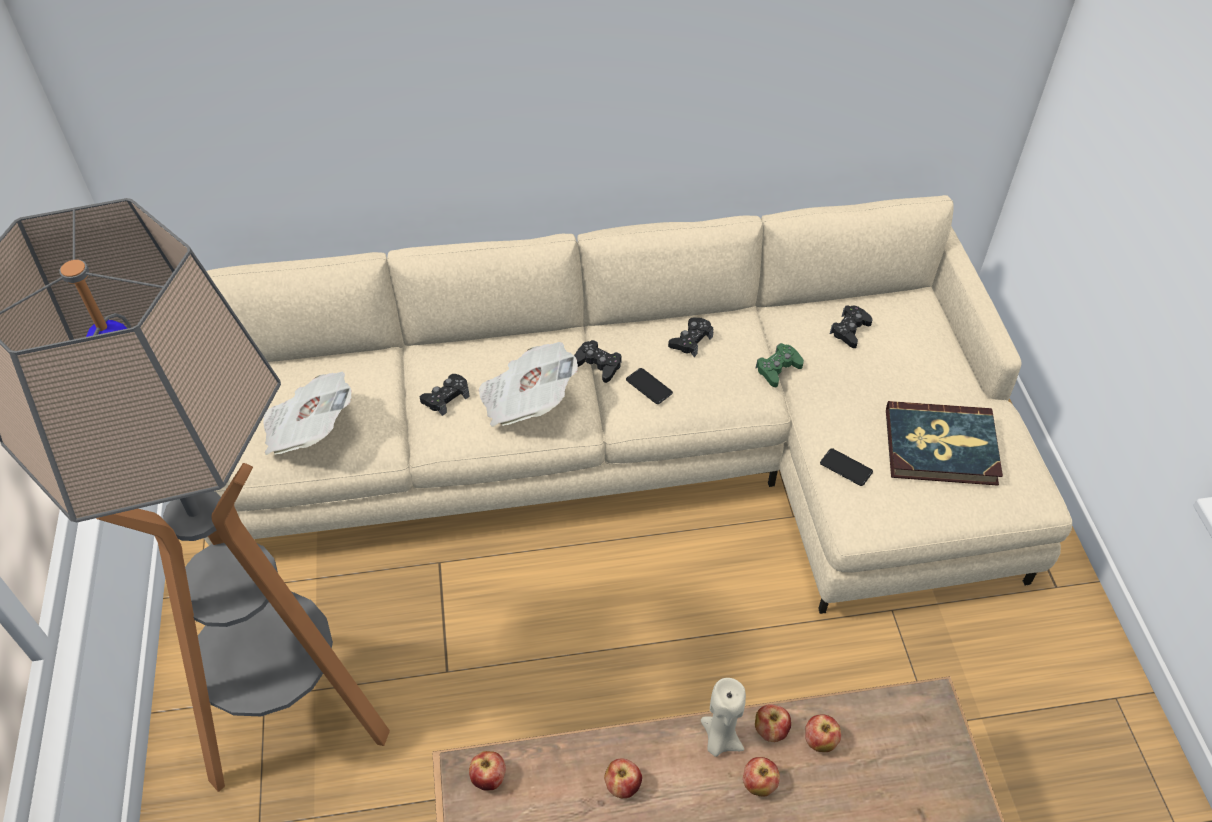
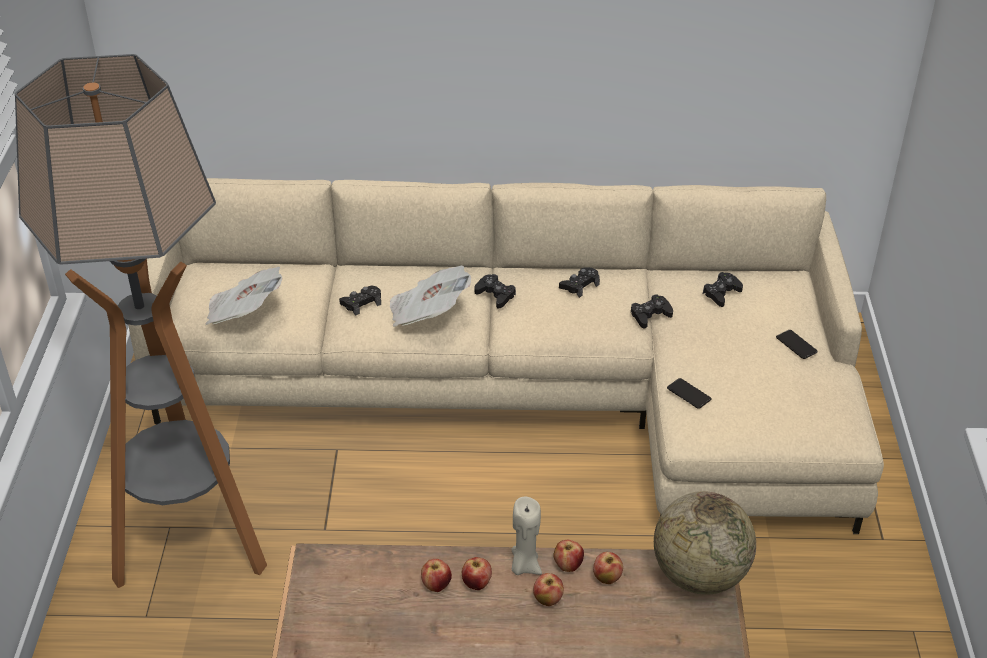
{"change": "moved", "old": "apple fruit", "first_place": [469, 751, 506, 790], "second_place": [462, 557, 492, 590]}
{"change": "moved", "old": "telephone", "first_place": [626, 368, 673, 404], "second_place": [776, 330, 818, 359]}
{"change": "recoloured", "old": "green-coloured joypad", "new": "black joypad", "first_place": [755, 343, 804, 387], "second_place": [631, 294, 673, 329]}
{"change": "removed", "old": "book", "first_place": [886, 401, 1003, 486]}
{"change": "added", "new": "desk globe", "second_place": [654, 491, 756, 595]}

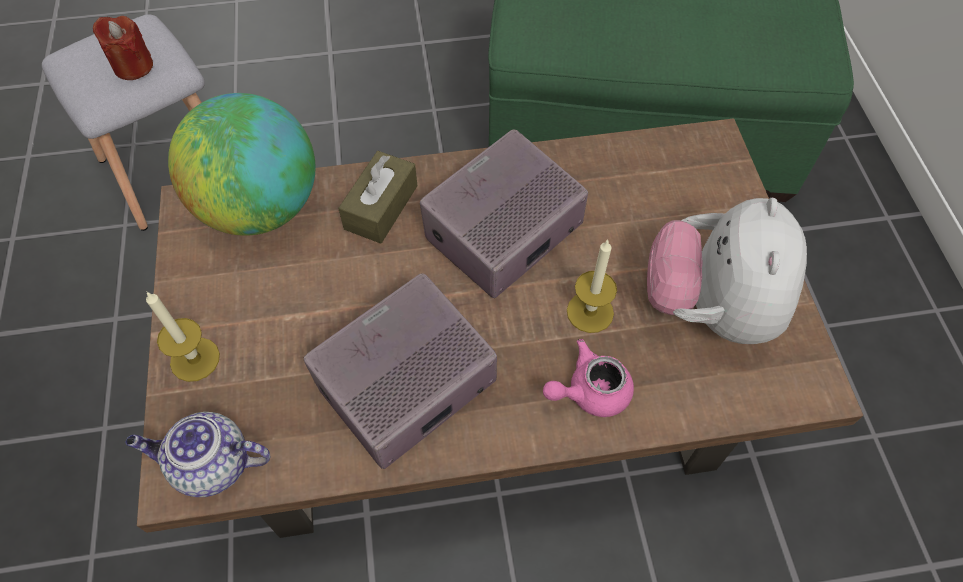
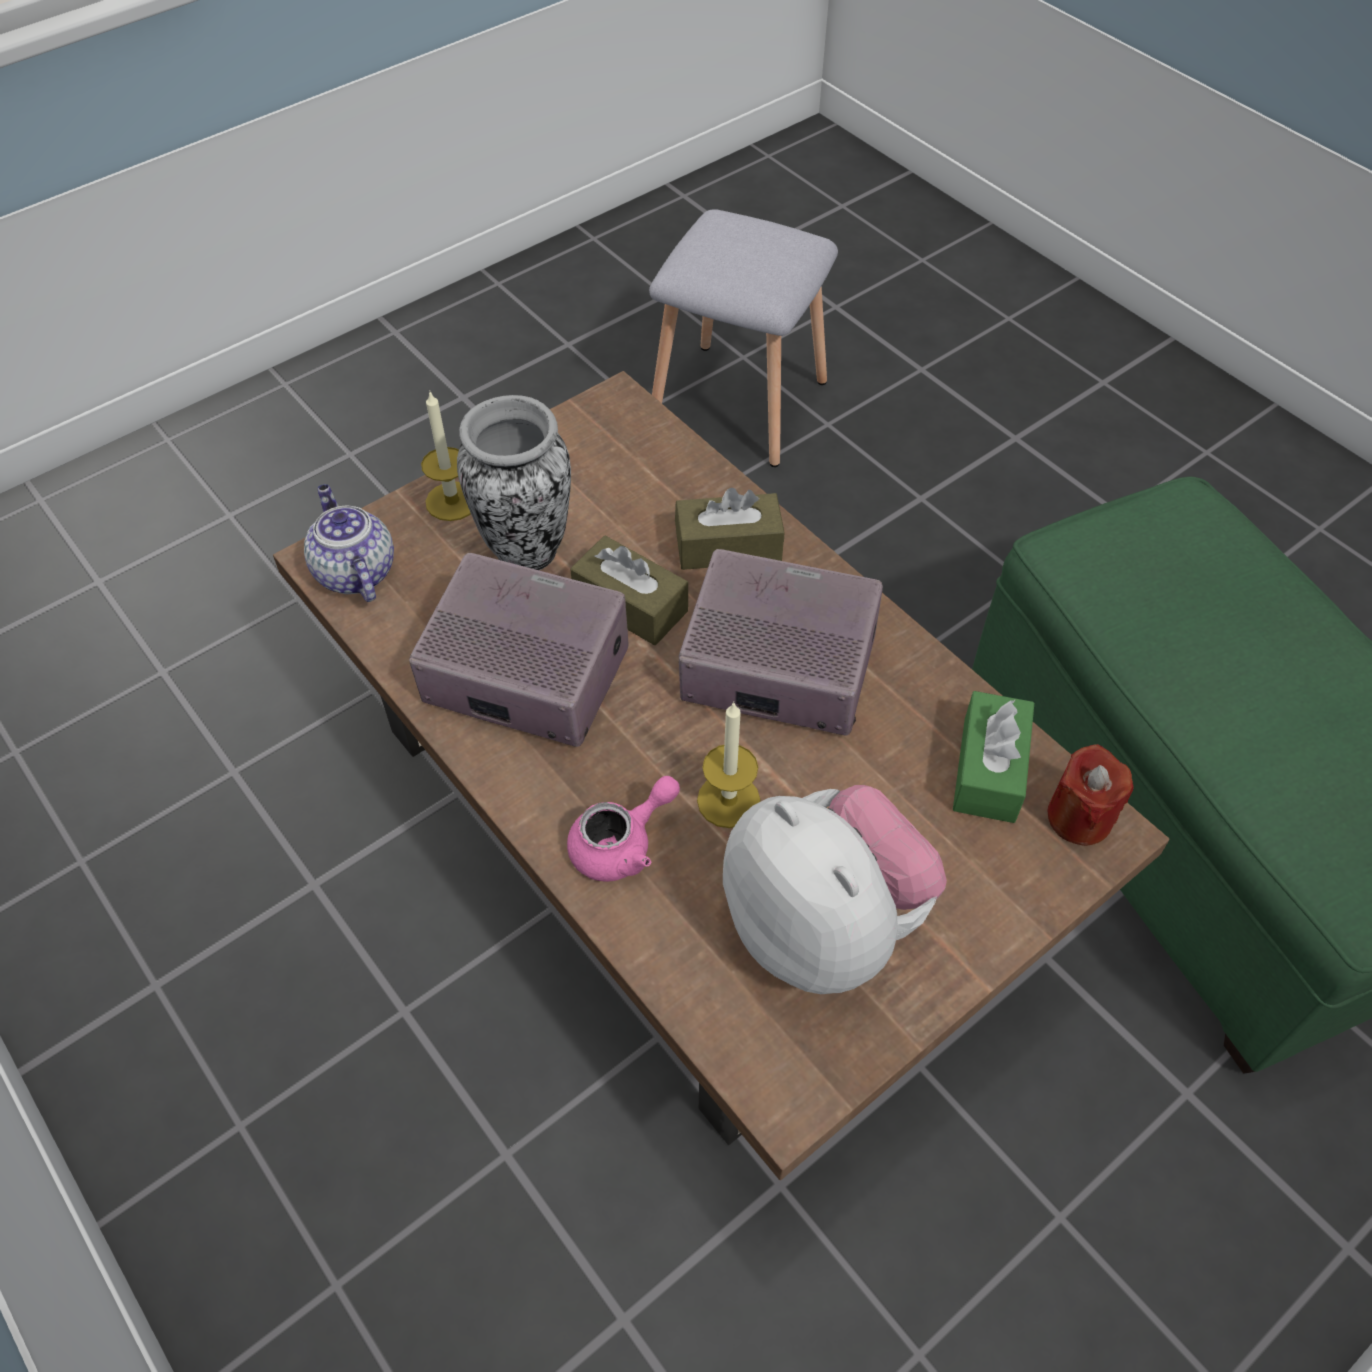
{"change": "moved", "old": "red wax candle", "first_place": [93, 16, 153, 80], "second_place": [1048, 744, 1134, 846]}
{"change": "removed", "old": "desk globe", "first_place": [168, 93, 315, 236]}
{"change": "turned", "old": "pinkish tea pot", "first_place": [543, 339, 634, 417], "second_place": [567, 776, 680, 882], "degrees": 105}
{"change": "turned", "old": "plush toy", "first_place": [647, 198, 807, 344], "second_place": [723, 785, 947, 994], "degrees": 75}
{"change": "added", "new": "flower vase", "second_place": [457, 395, 571, 570]}
{"change": "added", "new": "brownish box of tissues", "second_place": [570, 536, 688, 645]}
{"change": "added", "new": "green-coloured box of tissues", "second_place": [953, 691, 1034, 823]}

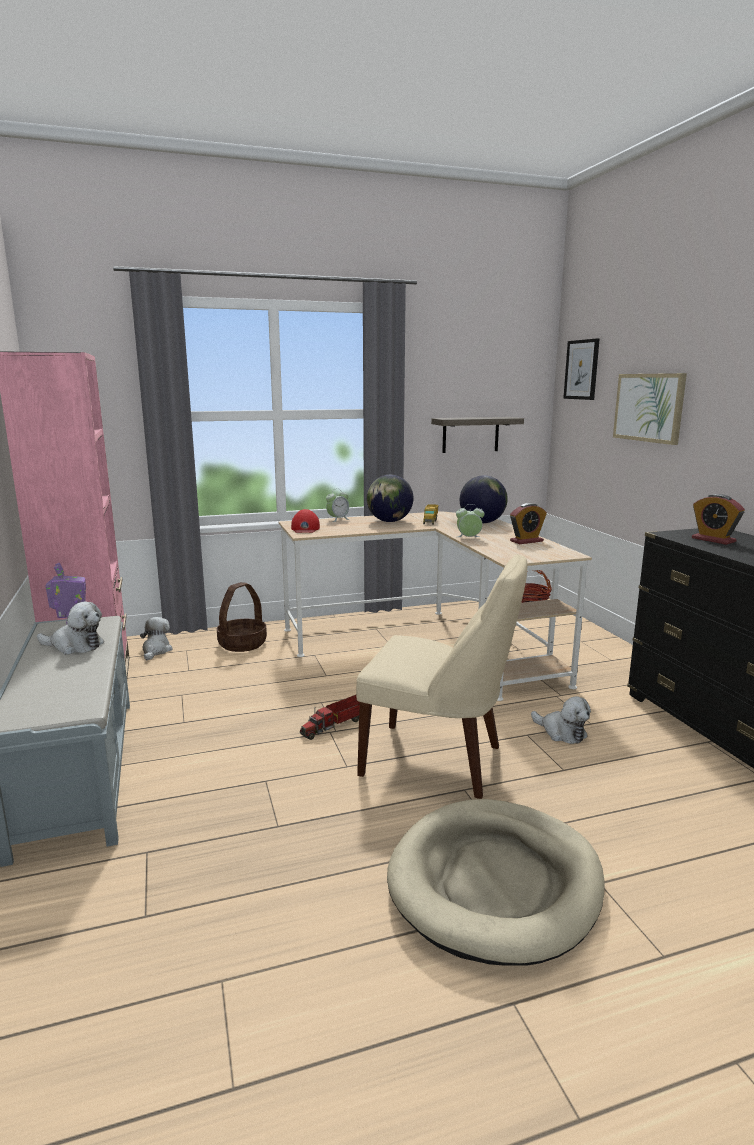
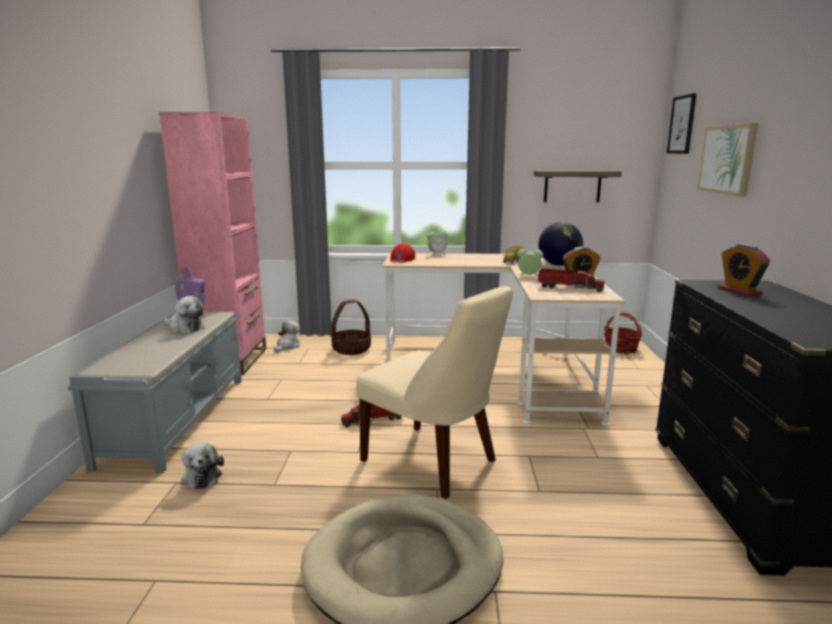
{"change": "removed", "old": "desk globe", "first_place": [367, 475, 414, 522]}
{"change": "moved", "old": "plush toy", "first_place": [531, 696, 591, 744], "second_place": [181, 443, 224, 490]}
{"change": "added", "new": "toy lorry", "second_place": [538, 268, 604, 292]}

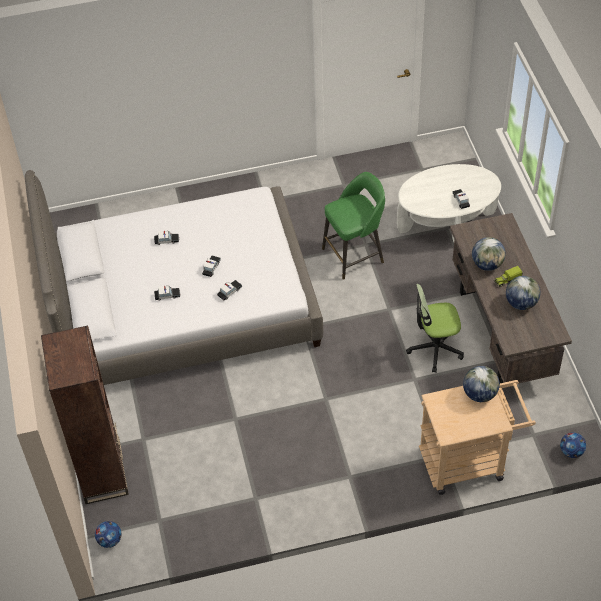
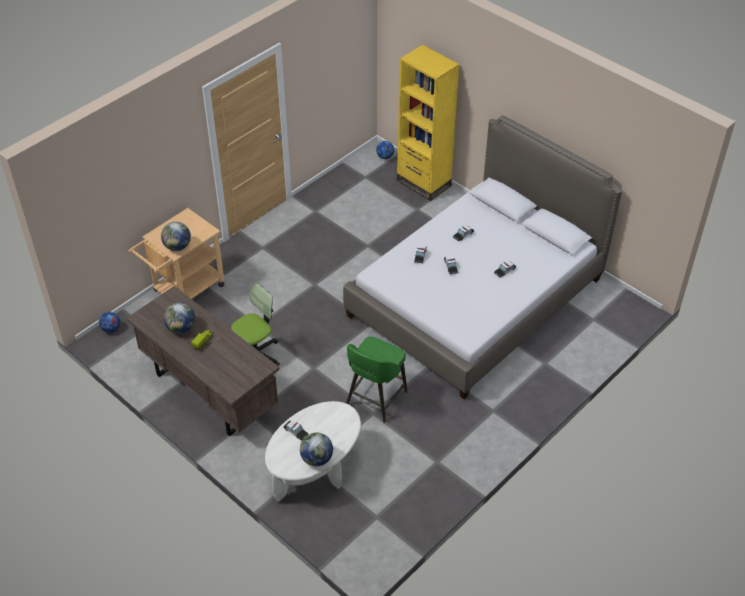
{"change": "recoloured", "old": "brownish bookcase", "new": "yellow bookcase", "first_place": [41, 326, 129, 504], "second_place": [397, 45, 459, 201]}
{"change": "moved", "old": "desk globe", "first_place": [472, 237, 506, 271], "second_place": [300, 433, 333, 466]}

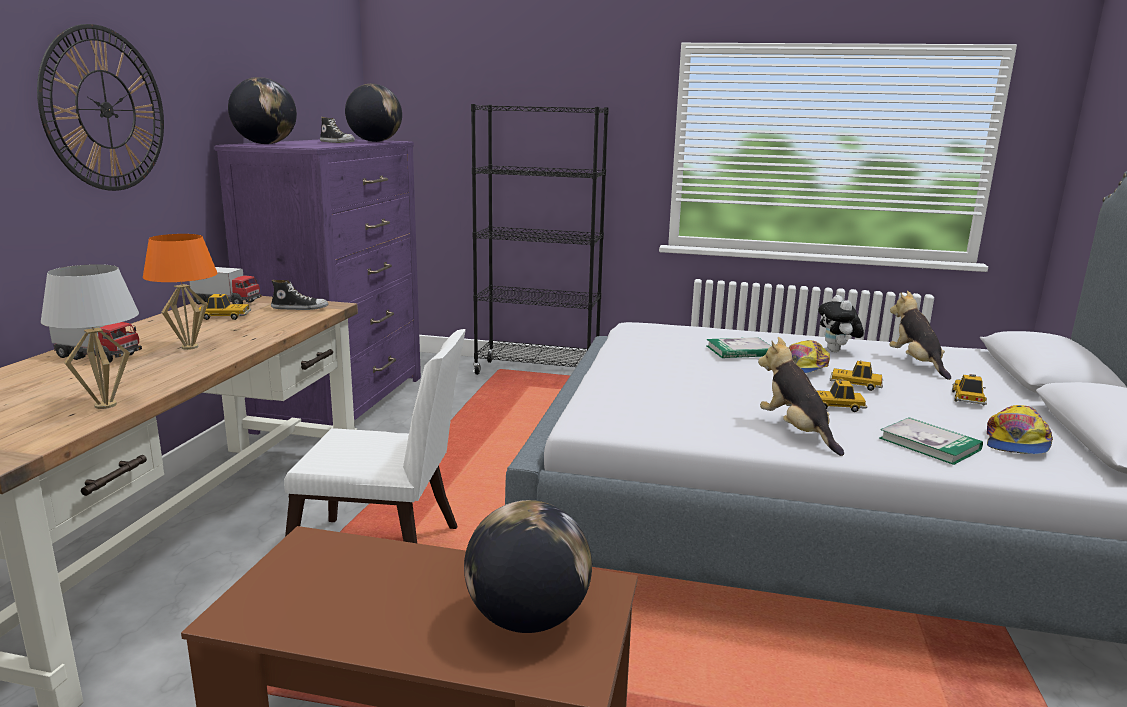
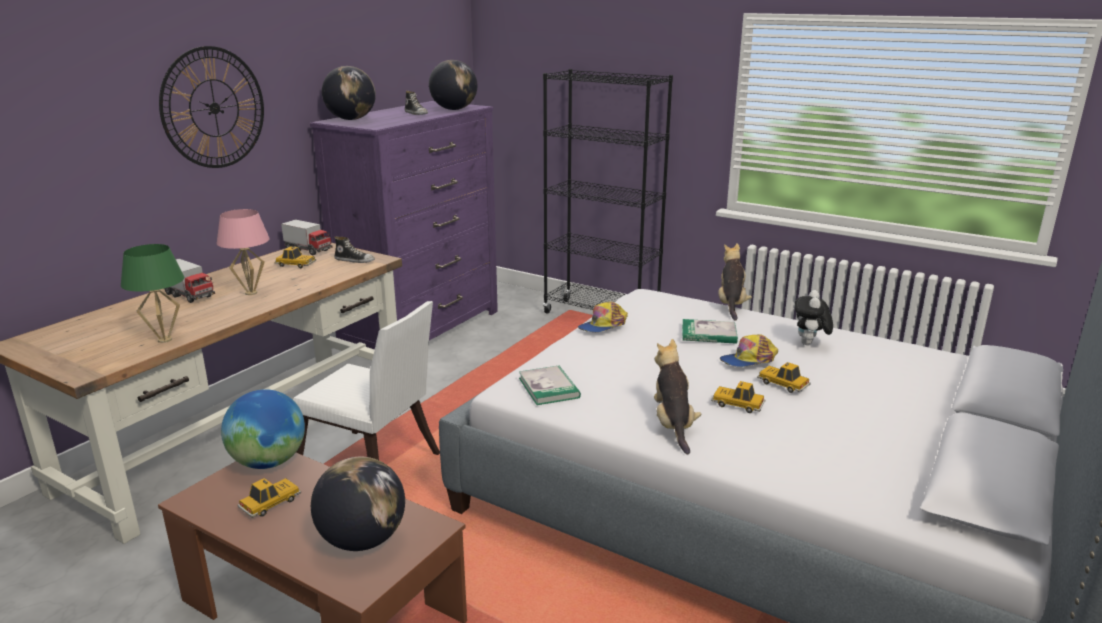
{"change": "recoloured", "old": "whitish tabletop lamp", "new": "green-coloured tabletop lamp", "first_place": [41, 264, 139, 409], "second_place": [121, 244, 184, 343]}
{"change": "recoloured", "old": "orange-coloured tabletop lamp", "new": "pinkish tabletop lamp", "first_place": [143, 234, 218, 350], "second_place": [217, 209, 270, 295]}
{"change": "moved", "old": "book", "first_place": [880, 417, 983, 465], "second_place": [519, 366, 581, 405]}
{"change": "moved", "old": "plush toy", "first_place": [889, 291, 951, 380], "second_place": [718, 243, 752, 321]}
{"change": "moved", "old": "model car", "first_place": [952, 374, 987, 405], "second_place": [237, 478, 301, 518]}
{"change": "moved", "old": "cap", "first_place": [987, 405, 1053, 454], "second_place": [578, 302, 628, 332]}
{"change": "added", "new": "desk globe", "second_place": [221, 389, 305, 469]}

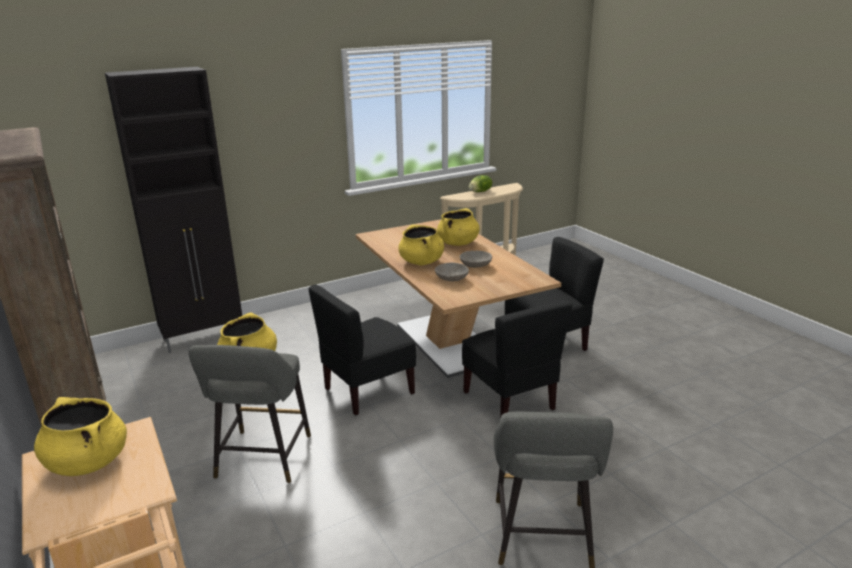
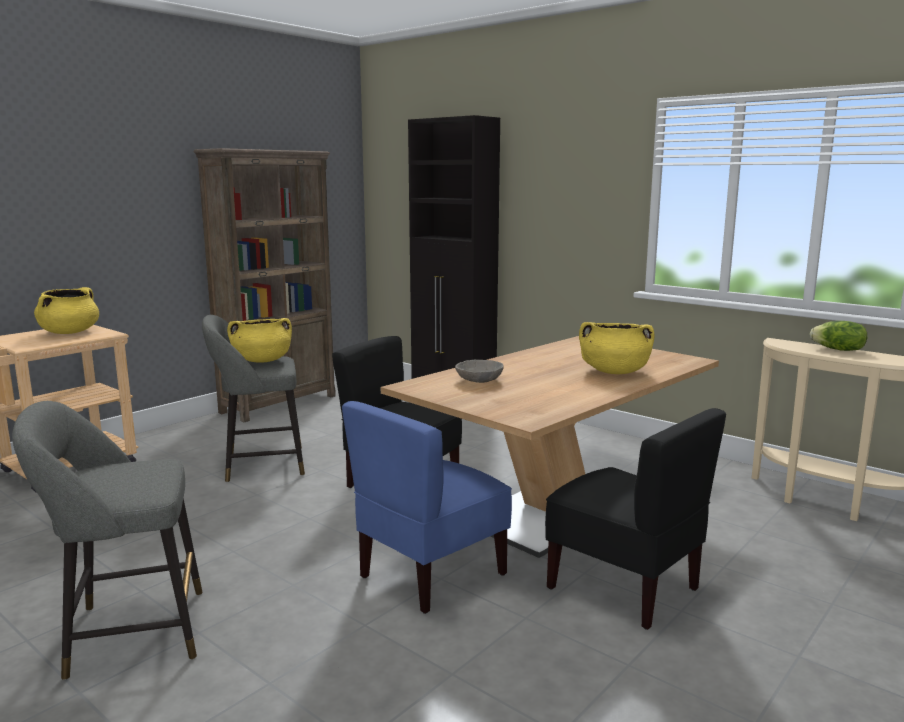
{"change": "removed", "old": "yellow stockpot", "first_place": [398, 225, 444, 266]}
{"change": "removed", "old": "grey deep dish", "first_place": [460, 251, 492, 268]}
{"change": "recoloured", "old": "black plain chair", "new": "bluish plain chair", "first_place": [462, 300, 573, 419], "second_place": [342, 401, 512, 614]}

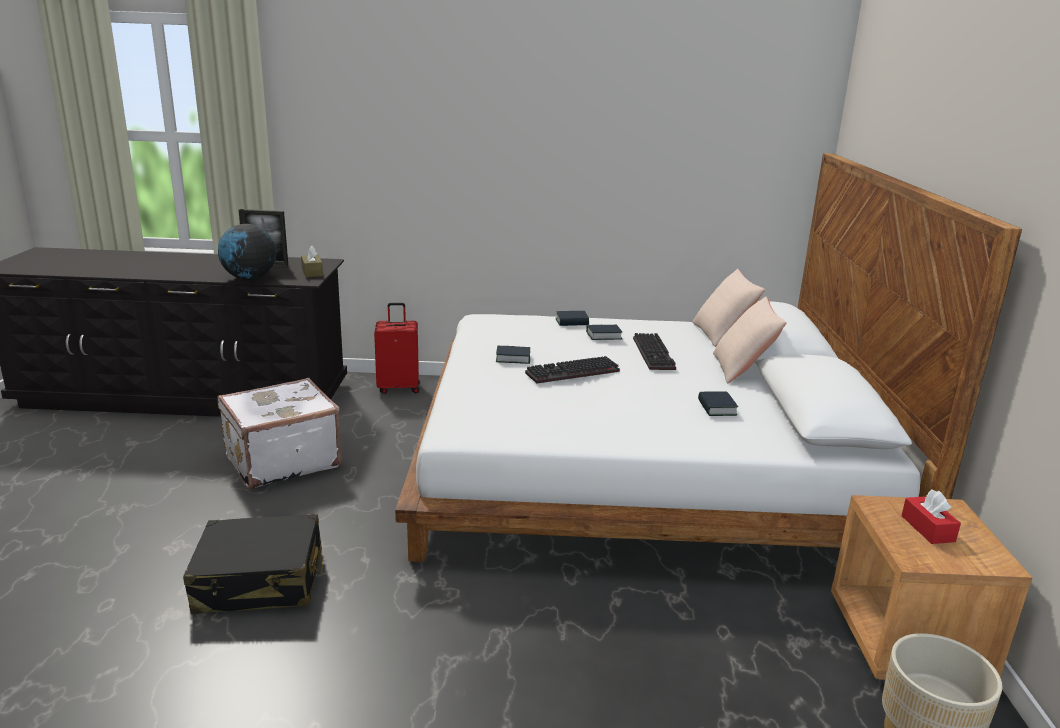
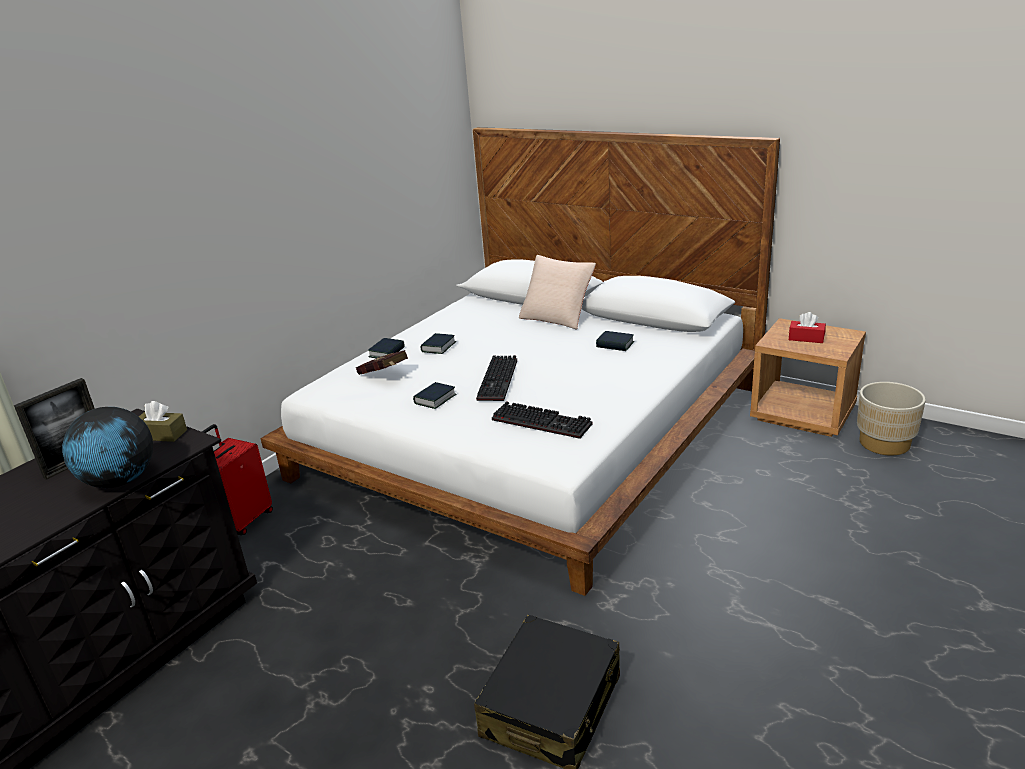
{"change": "removed", "old": "whitish travel case", "first_place": [217, 378, 341, 490]}
{"change": "moved", "old": "keyboard", "first_place": [633, 333, 676, 370], "second_place": [492, 401, 593, 439]}
{"change": "removed", "old": "beige-coloured throw pillow", "first_place": [692, 269, 765, 347]}
{"change": "added", "new": "red book", "second_place": [356, 350, 408, 375]}

